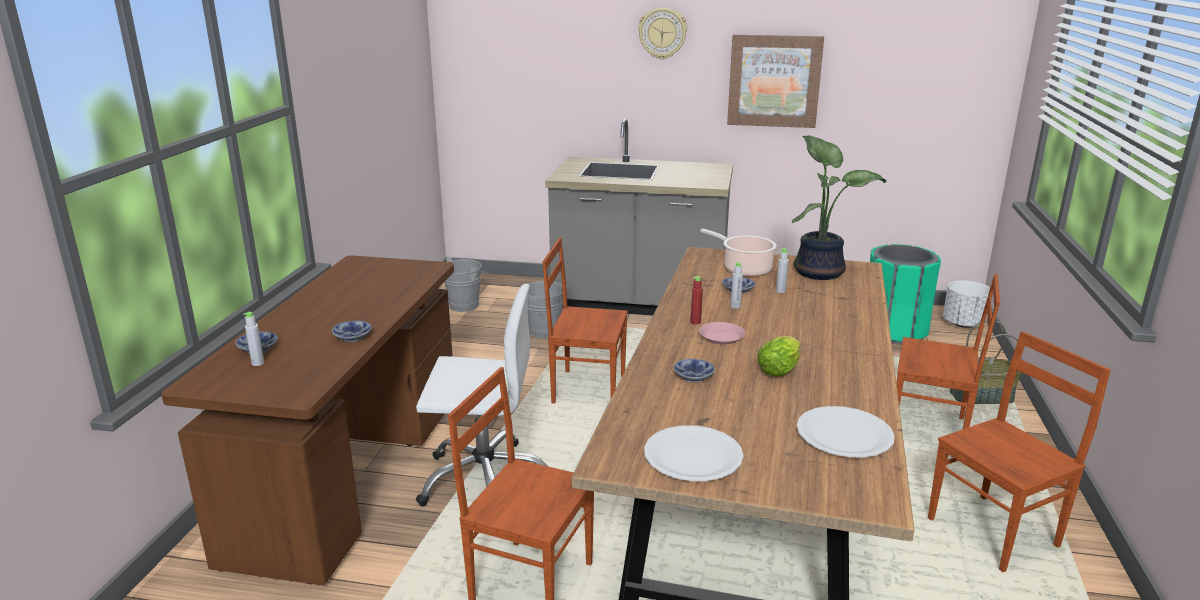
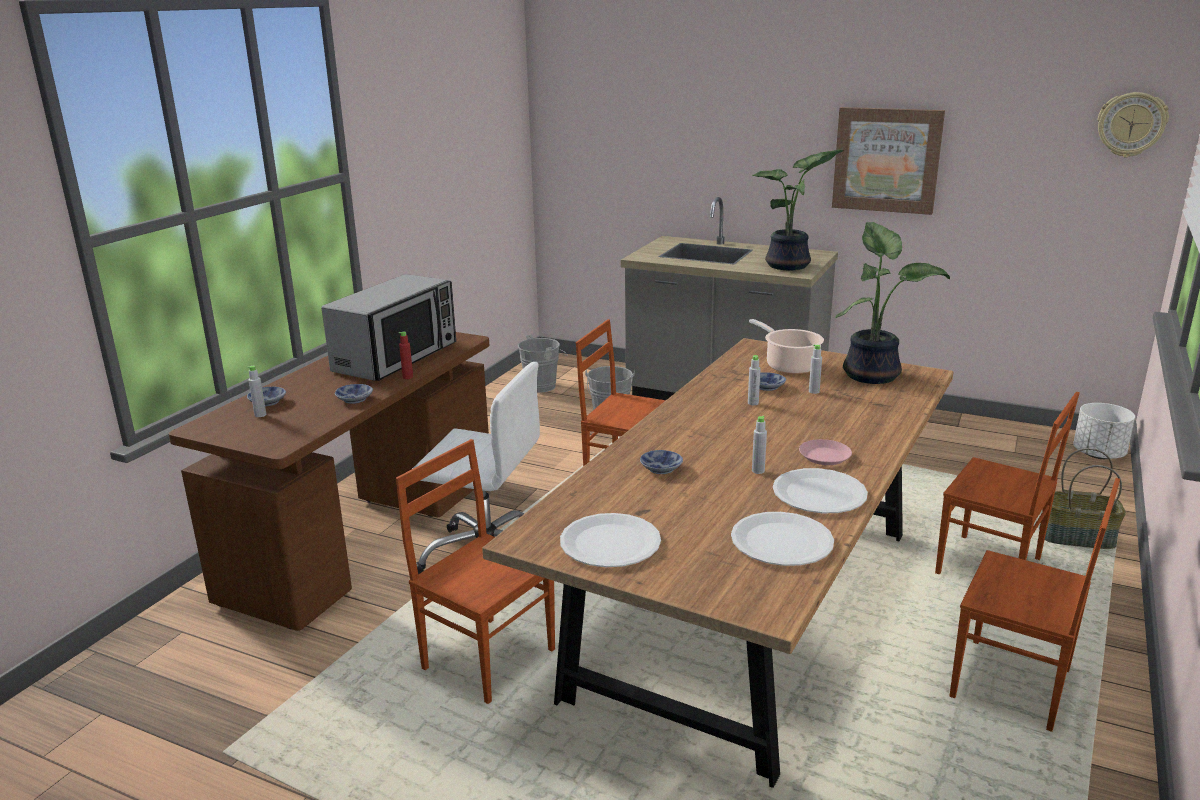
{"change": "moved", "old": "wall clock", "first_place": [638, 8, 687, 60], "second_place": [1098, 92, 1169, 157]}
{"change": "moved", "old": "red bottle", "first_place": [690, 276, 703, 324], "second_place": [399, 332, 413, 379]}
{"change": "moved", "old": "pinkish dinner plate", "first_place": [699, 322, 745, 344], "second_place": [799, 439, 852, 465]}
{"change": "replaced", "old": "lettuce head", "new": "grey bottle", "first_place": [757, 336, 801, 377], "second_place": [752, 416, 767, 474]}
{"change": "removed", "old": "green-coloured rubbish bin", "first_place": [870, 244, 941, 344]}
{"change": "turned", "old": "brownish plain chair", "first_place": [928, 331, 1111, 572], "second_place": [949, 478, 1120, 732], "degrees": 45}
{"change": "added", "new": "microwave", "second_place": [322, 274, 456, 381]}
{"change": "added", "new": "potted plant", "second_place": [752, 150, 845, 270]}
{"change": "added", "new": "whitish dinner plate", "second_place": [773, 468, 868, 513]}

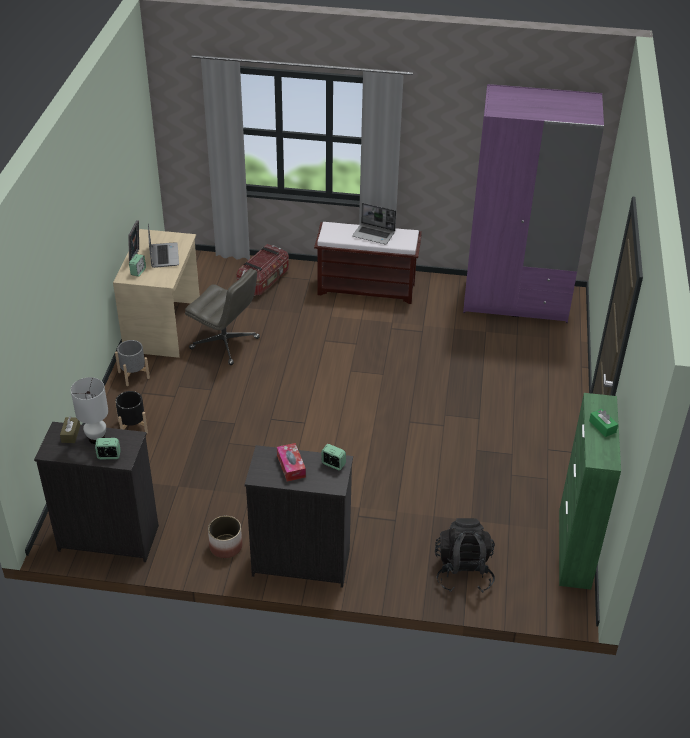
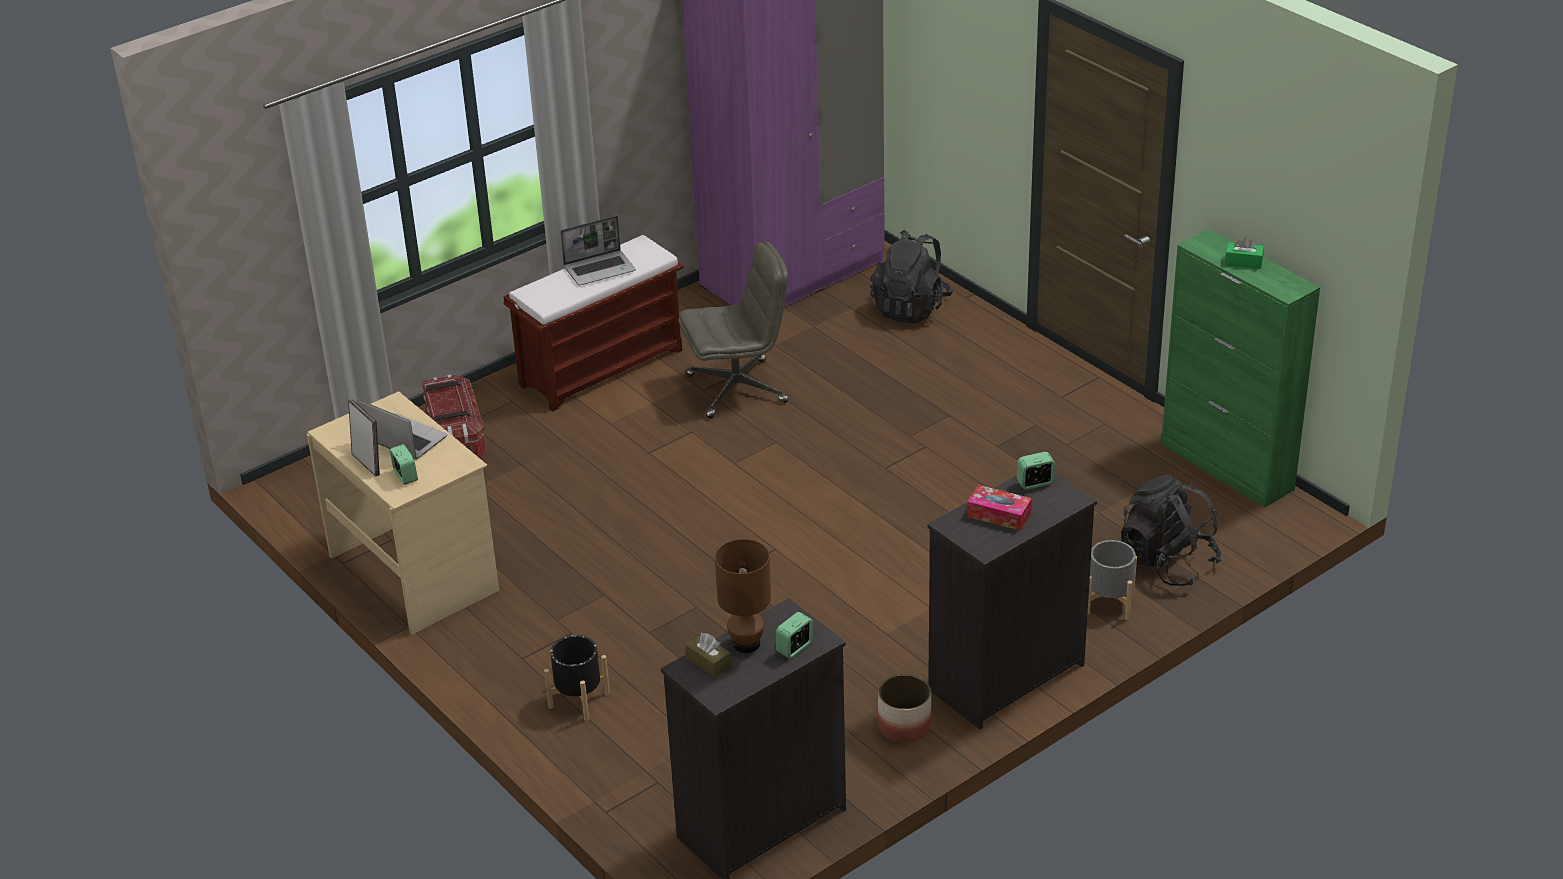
{"change": "recoloured", "old": "whitish tabletop lamp", "new": "brownish tabletop lamp", "first_place": [71, 377, 108, 444], "second_place": [715, 539, 771, 653]}
{"change": "moved", "old": "grey plant pot", "first_place": [115, 340, 150, 386], "second_place": [1087, 540, 1137, 620]}
{"change": "moved", "old": "grey desk chair", "first_place": [185, 268, 260, 365], "second_place": [679, 241, 788, 419]}
{"change": "added", "new": "black knapsack", "second_place": [870, 230, 953, 324]}

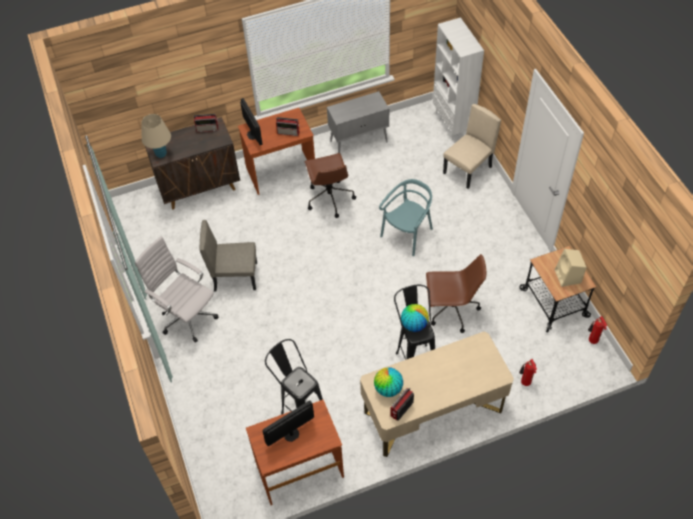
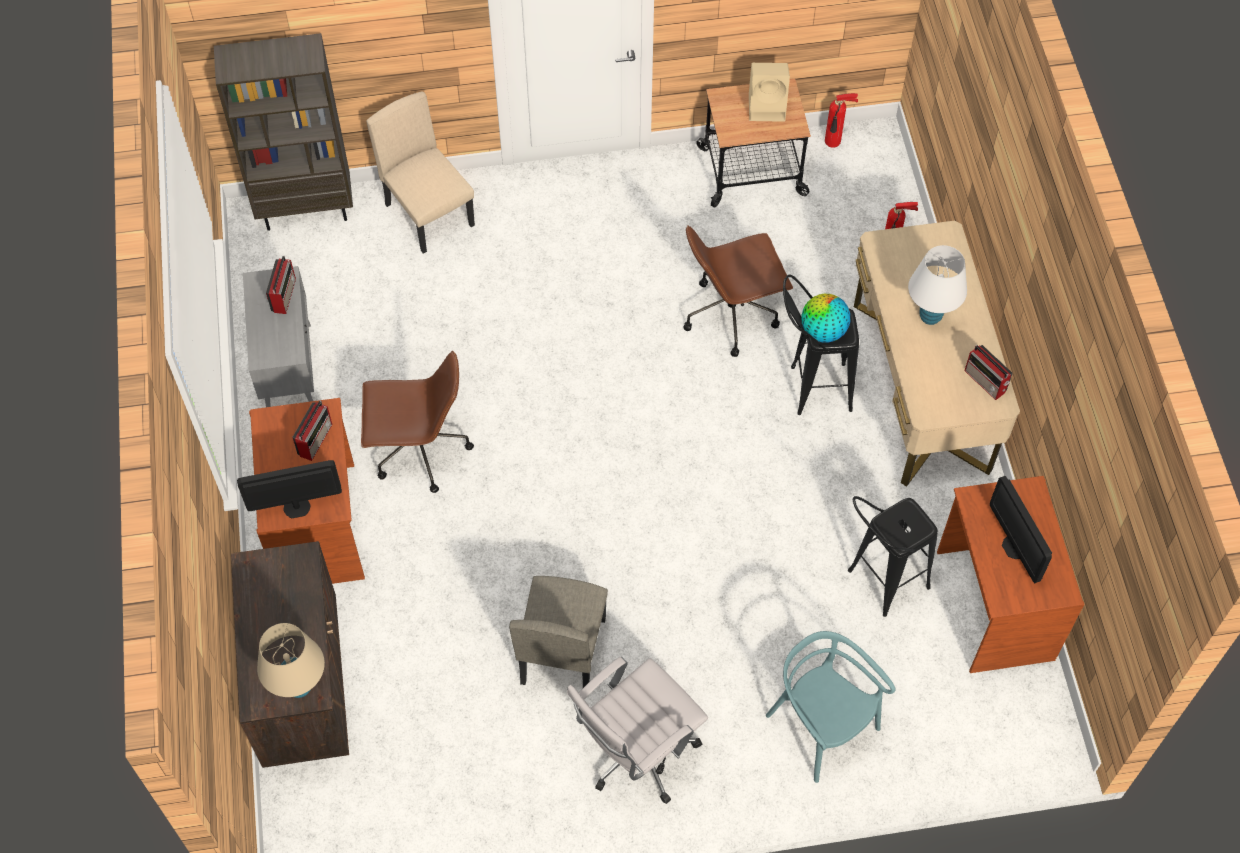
{"change": "moved", "old": "radio set", "first_place": [194, 114, 218, 132], "second_place": [266, 256, 296, 314]}
{"change": "removed", "old": "desk globe", "first_place": [374, 367, 403, 397]}
{"change": "moved", "old": "turquoise plain chair", "first_place": [379, 179, 433, 256], "second_place": [766, 631, 896, 783]}
{"change": "turned", "old": "brownish desk chair", "first_place": [426, 254, 486, 333], "second_place": [683, 225, 793, 357], "degrees": -120}
{"change": "recoloured", "old": "whitish bookcase", "new": "brownish bookcase", "first_place": [433, 17, 484, 140], "second_place": [214, 33, 353, 231]}
{"change": "added", "new": "whitish tabletop lamp", "second_place": [908, 245, 967, 325]}

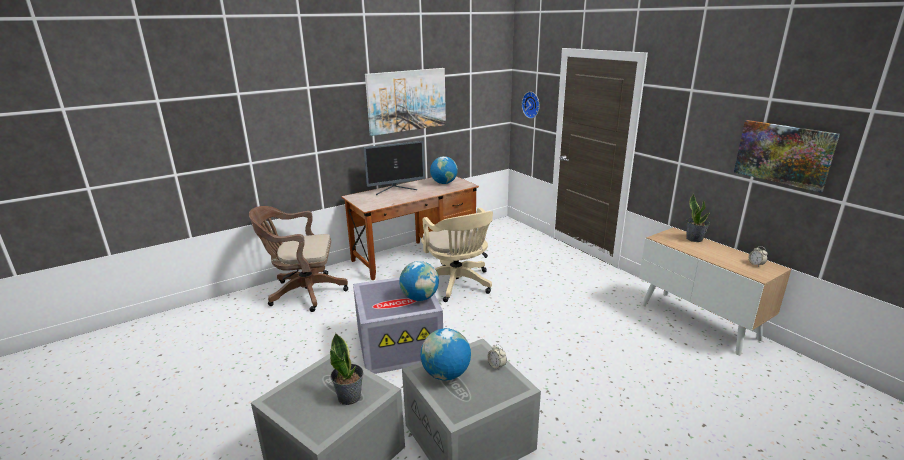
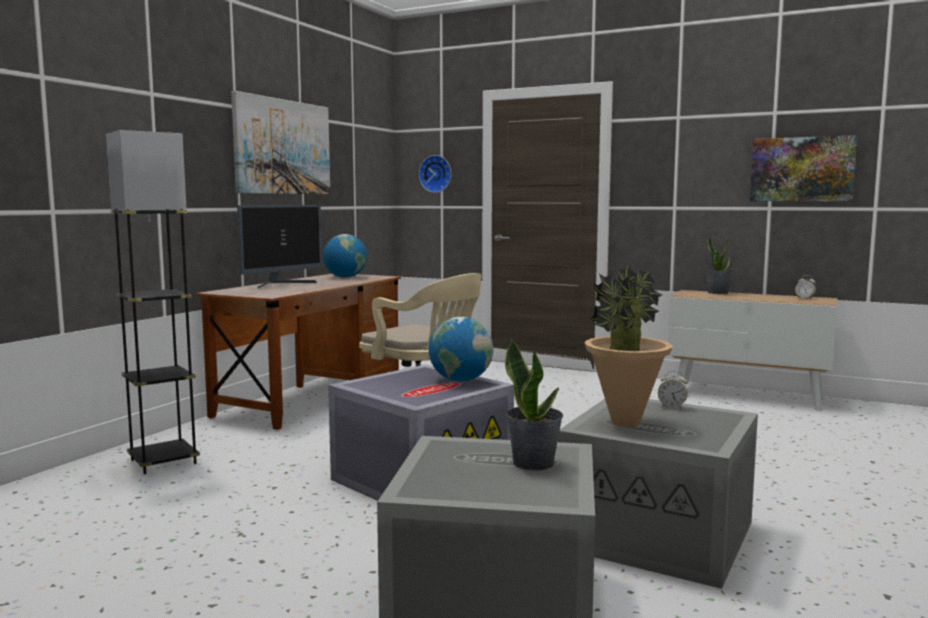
{"change": "replaced", "old": "brownish desk chair", "new": "grey standard lamp", "first_place": [249, 206, 348, 312], "second_place": [106, 130, 200, 475]}
{"change": "replaced", "old": "desk globe", "new": "potted plant", "first_place": [420, 328, 471, 380], "second_place": [585, 264, 673, 427]}

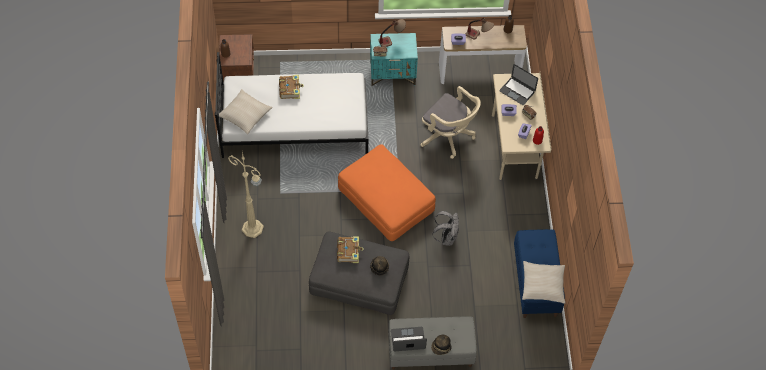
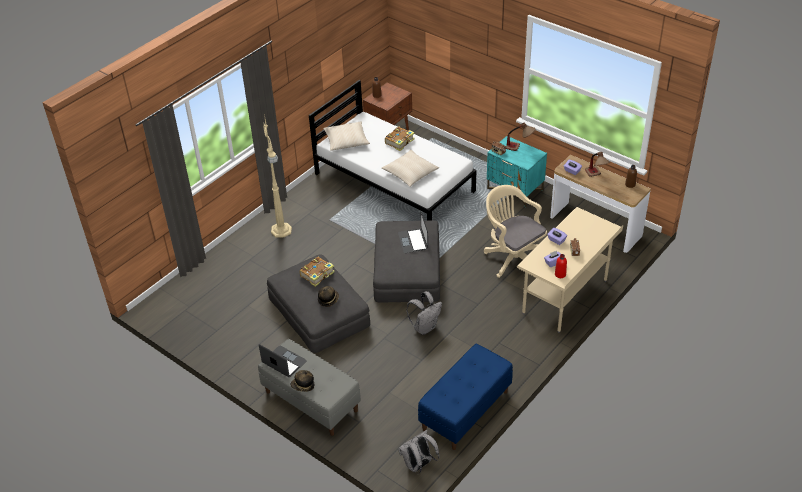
{"change": "recoloured", "old": "orange-coloured ottoman", "new": "grey ottoman", "first_place": [338, 144, 436, 241], "second_place": [373, 220, 440, 303]}
{"change": "turned", "old": "beige-coloured desk chair", "first_place": [421, 86, 481, 159], "second_place": [484, 185, 547, 278], "degrees": 150}
{"change": "moved", "old": "portable computer", "first_place": [499, 64, 538, 105], "second_place": [398, 212, 428, 253]}
{"change": "moved", "old": "beige-coloured throw pillow", "first_place": [522, 261, 565, 304], "second_place": [382, 150, 439, 187]}
{"change": "added", "new": "grey knapsack", "second_place": [398, 430, 439, 474]}

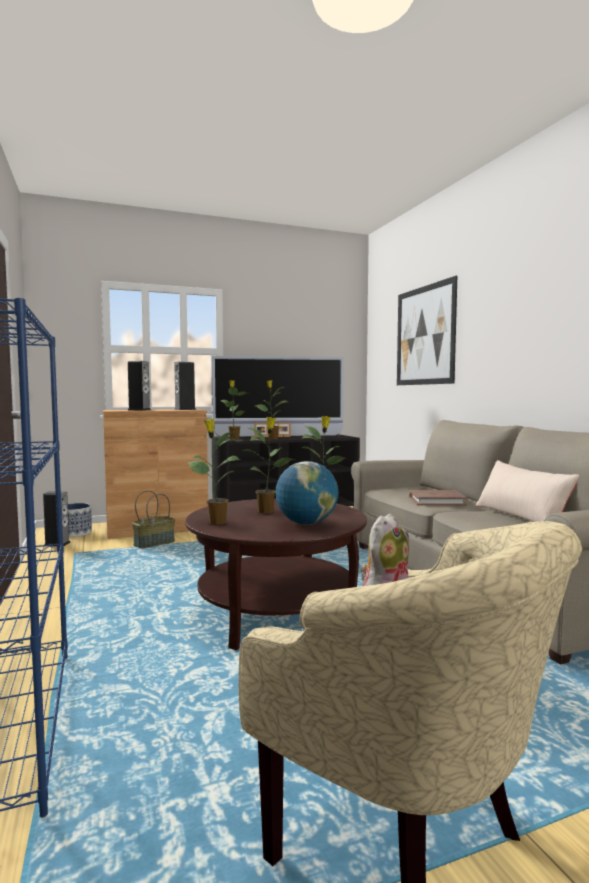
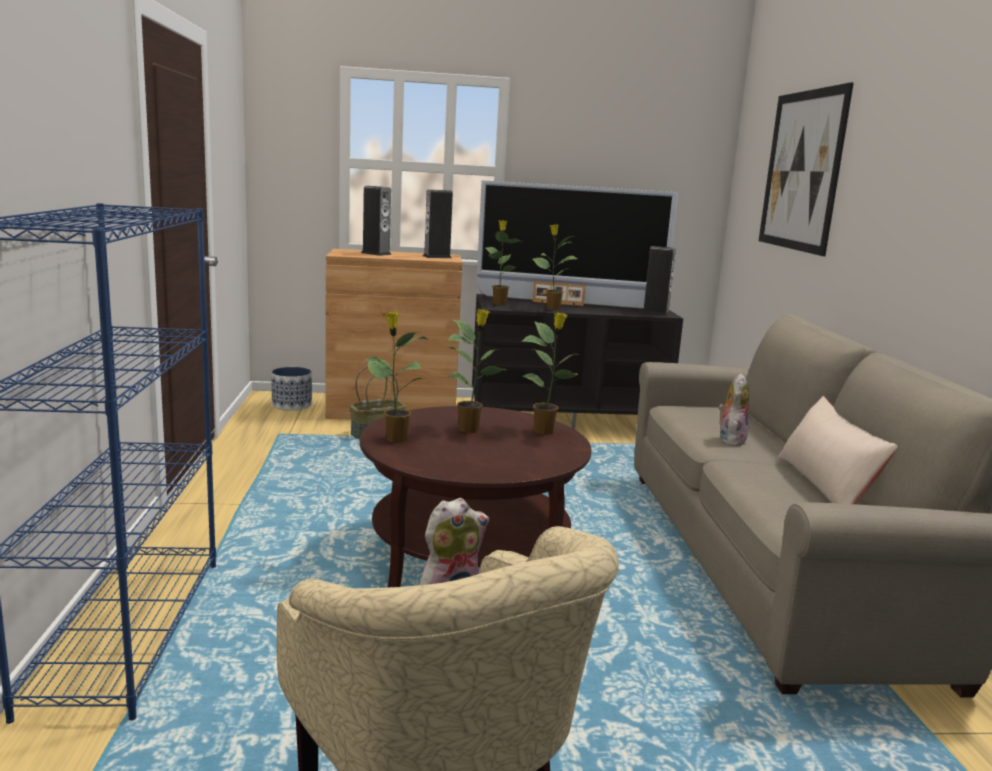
{"change": "moved", "old": "audio speaker", "first_place": [43, 491, 71, 546], "second_place": [641, 246, 676, 316]}
{"change": "removed", "old": "desk globe", "first_place": [276, 461, 338, 525]}
{"change": "replaced", "old": "brownish book", "new": "plush toy", "first_place": [409, 490, 467, 506], "second_place": [719, 373, 749, 446]}

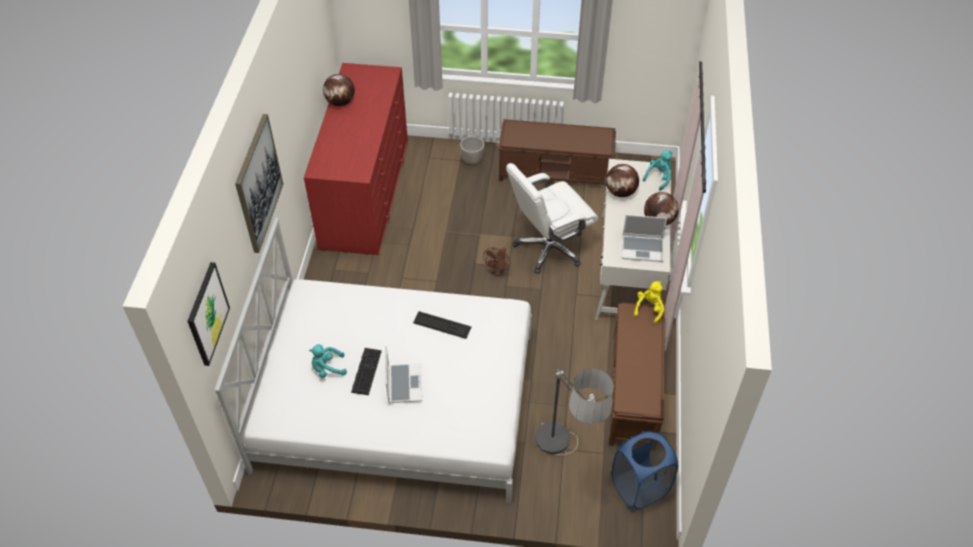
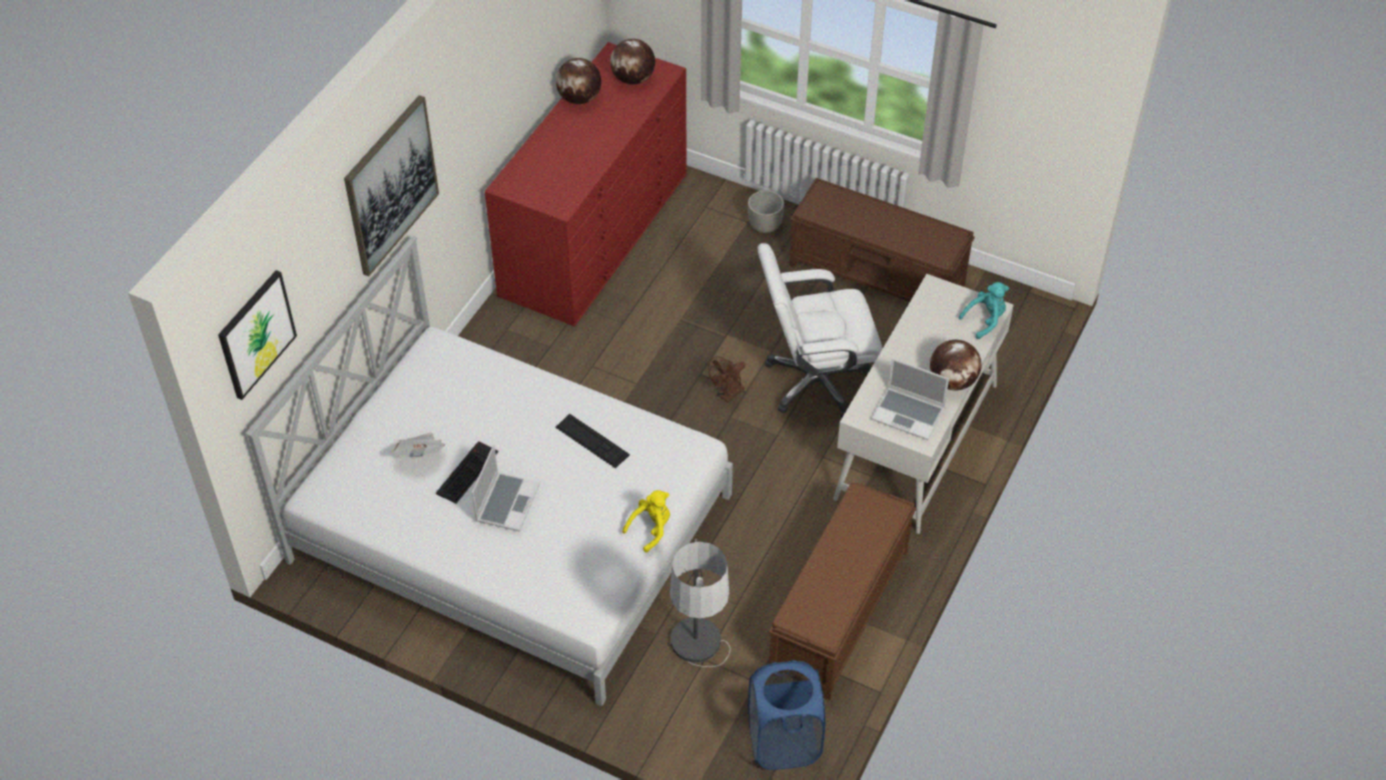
{"change": "replaced", "old": "turquoise plush toy", "new": "printed paper", "first_place": [309, 344, 347, 378], "second_place": [391, 433, 445, 459]}
{"change": "moved", "old": "desk globe", "first_place": [606, 164, 639, 197], "second_place": [610, 39, 655, 85]}
{"change": "moved", "old": "yellow plush toy", "first_place": [634, 281, 664, 324], "second_place": [622, 490, 670, 553]}

